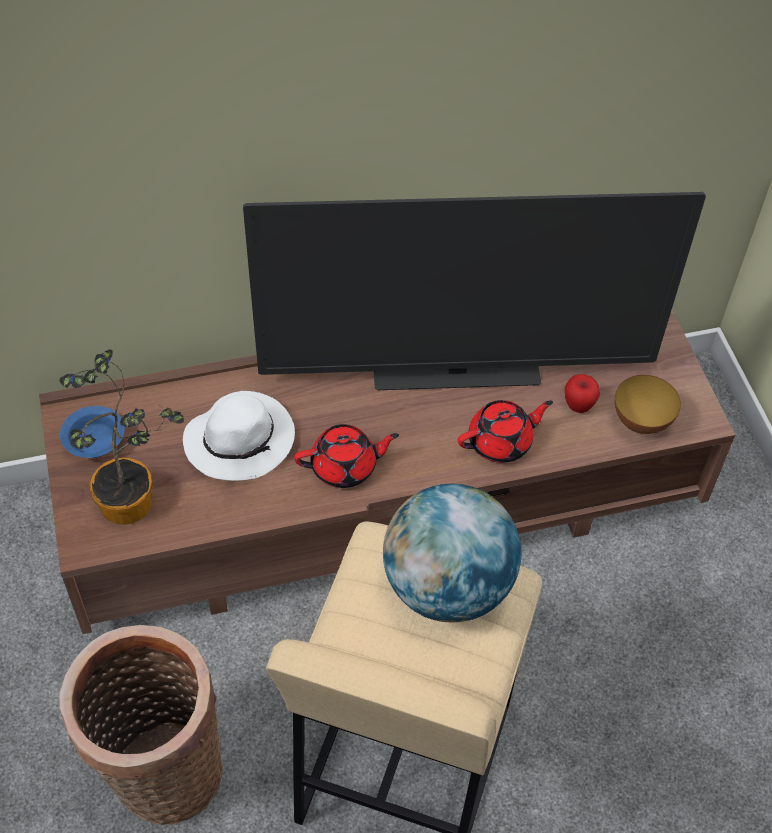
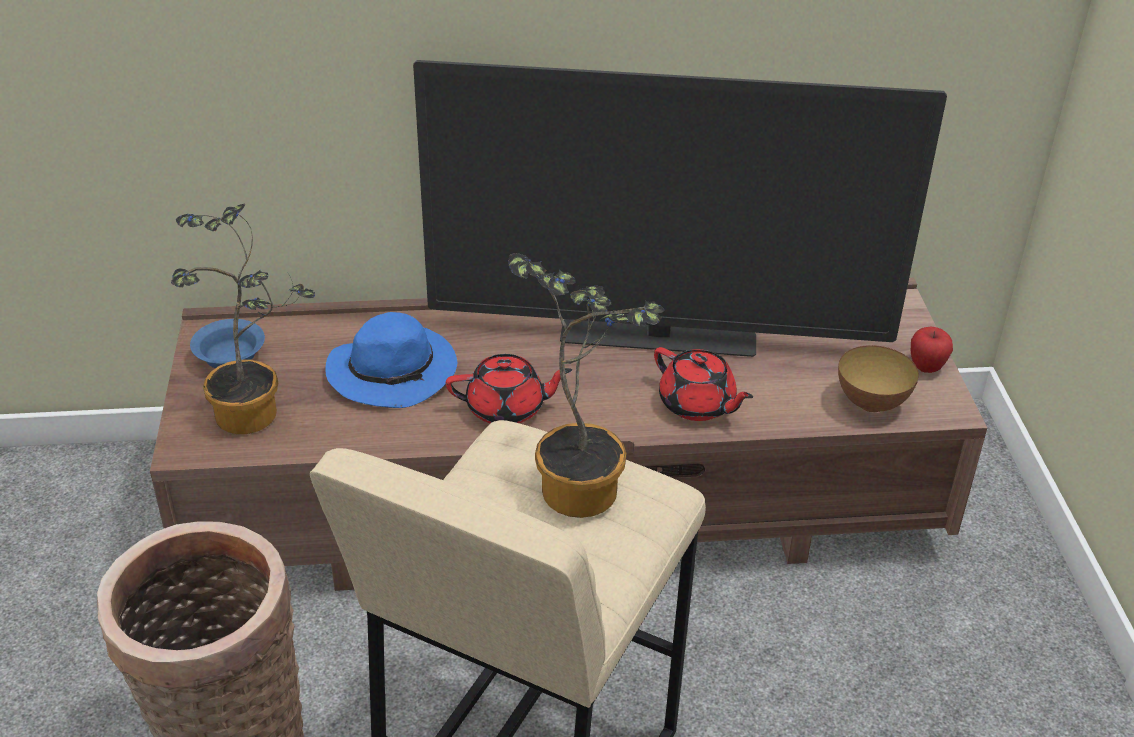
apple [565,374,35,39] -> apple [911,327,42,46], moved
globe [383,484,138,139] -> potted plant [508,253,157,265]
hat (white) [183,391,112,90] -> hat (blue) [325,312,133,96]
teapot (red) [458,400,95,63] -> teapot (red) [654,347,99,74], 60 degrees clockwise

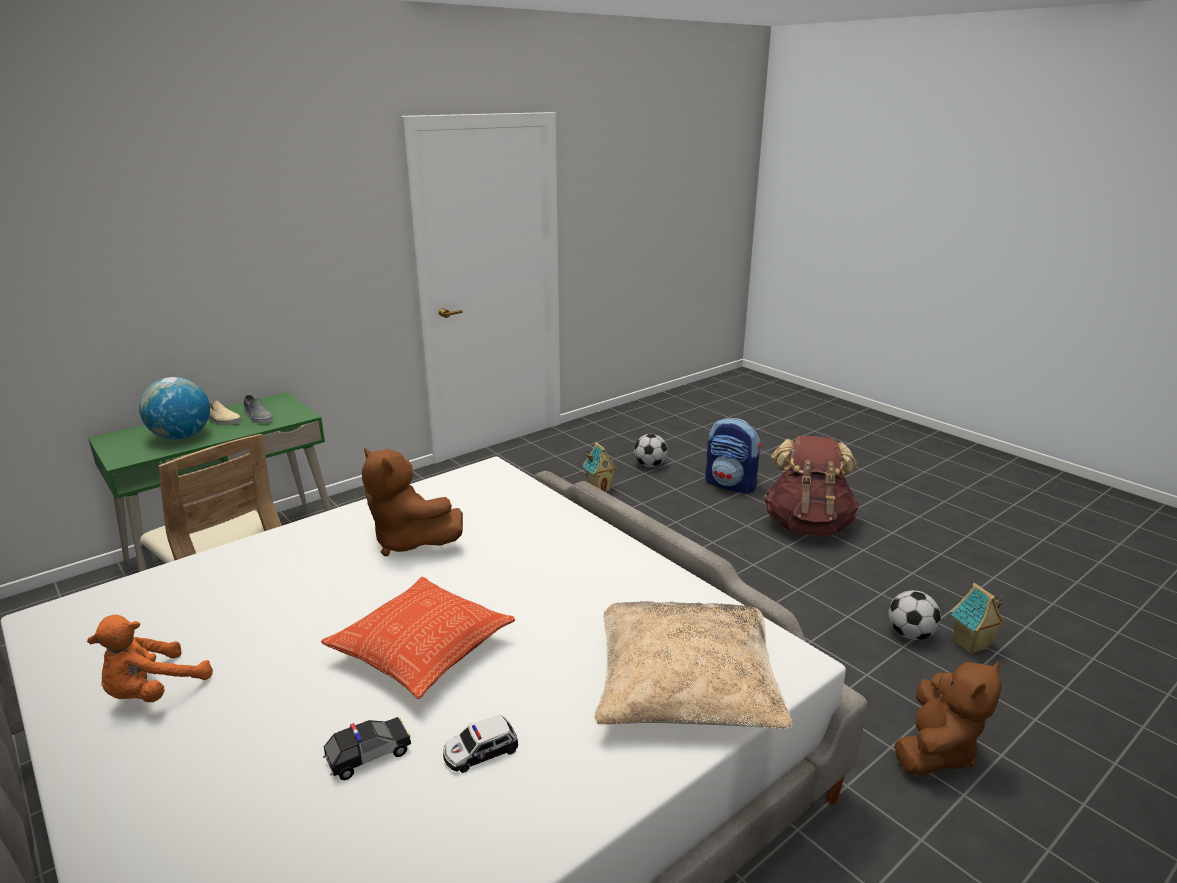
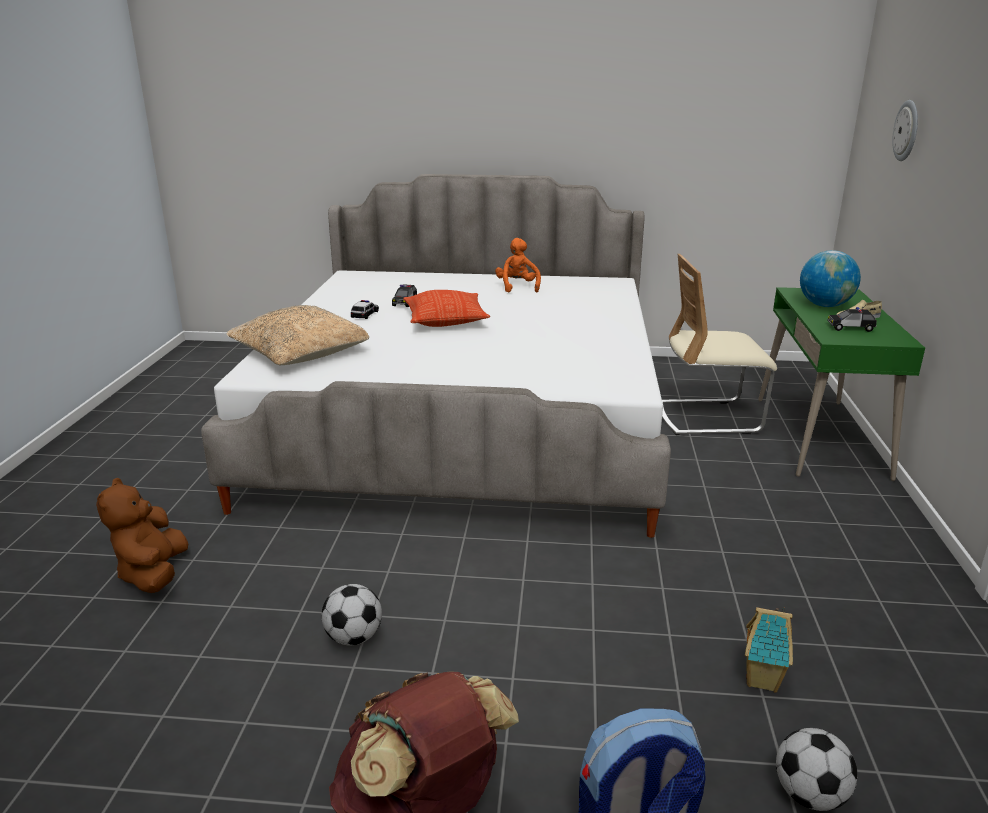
plush toy (brown) [362,447,101,109] -> none
toy house [951,583,54,72] -> none
none -> wall clock [892,100,26,61]
football [888,590,53,50] -> football [322,584,60,62], moved
shoe (grey) [243,395,30,28] -> toy car [827,307,50,25]

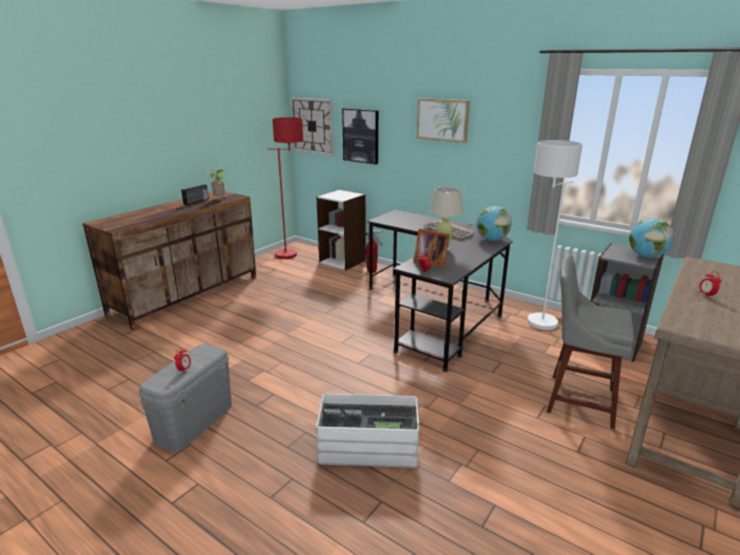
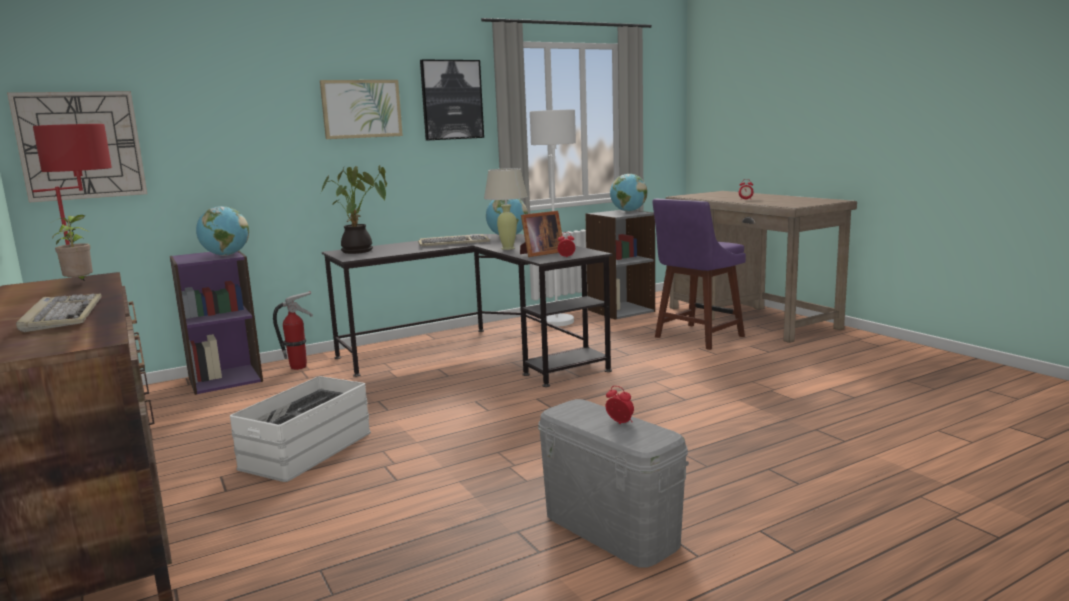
radio [181,184,28,21] -> none
none -> keyboard [16,293,86,39]
none -> globe [196,206,53,50]
none -> potted plant [321,165,66,89]
storage box (white) [316,394,103,74] -> storage box (white) [230,376,141,106], moved
picture [342,108,36,56] -> picture [420,60,64,80], moved
bookcase (white) [316,190,50,80] -> bookcase (purple) [170,251,93,144]
chair (grey) [547,254,87,175] -> chair (purple) [653,199,93,151]

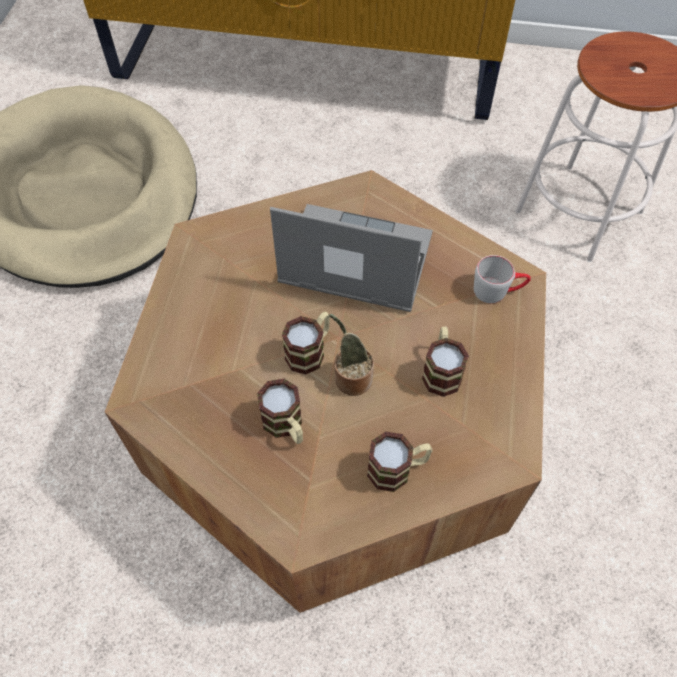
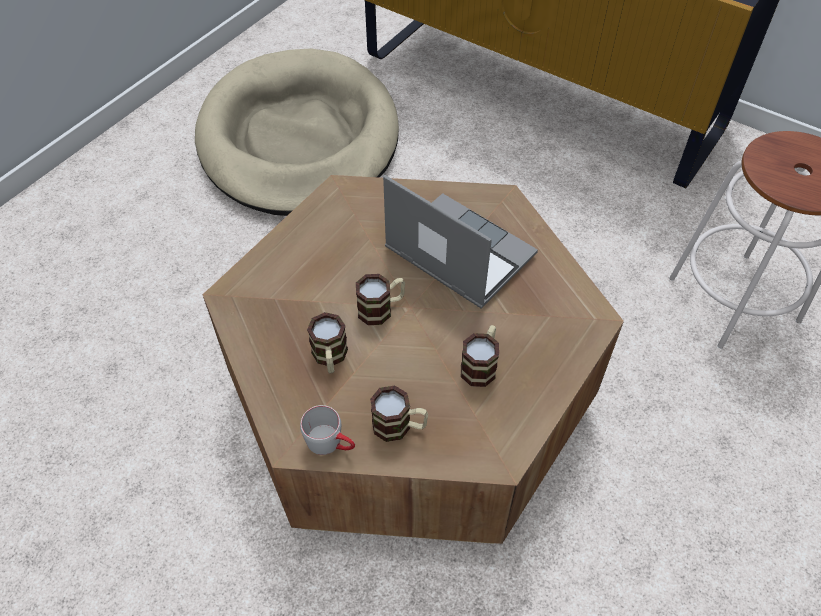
potted plant [329,314,45,82] -> none
mug (grey) [474,255,57,48] -> mug (grey) [300,405,55,50], moved

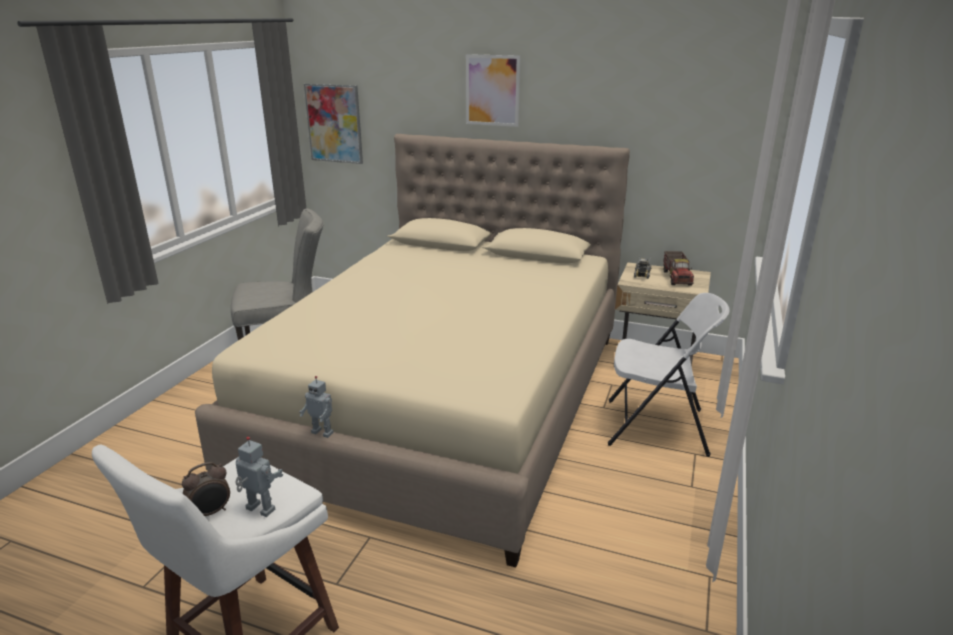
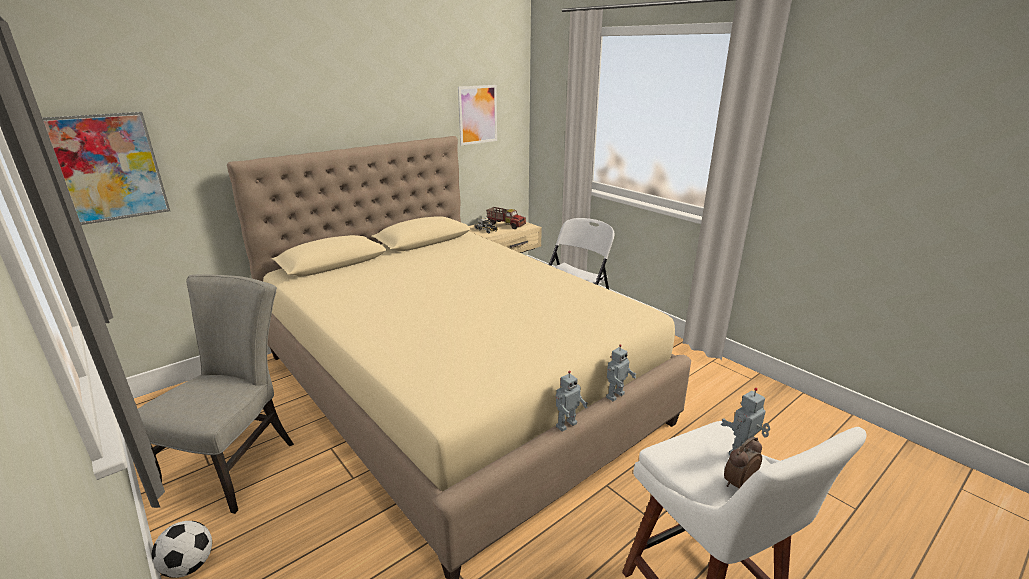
none -> football [152,521,60,57]
none -> toy robot [606,344,30,57]
picture [466,54,54,73] -> picture [458,85,39,61], moved
alarm clock [182,462,48,54] -> alarm clock [724,436,38,53], 120 degrees counterclockwise

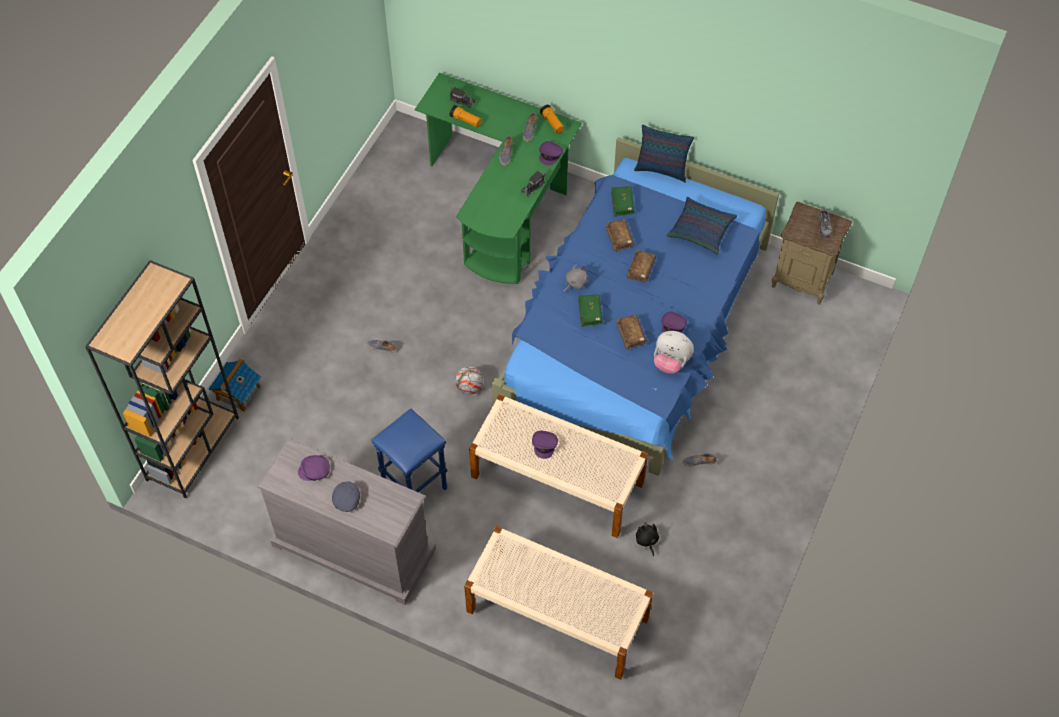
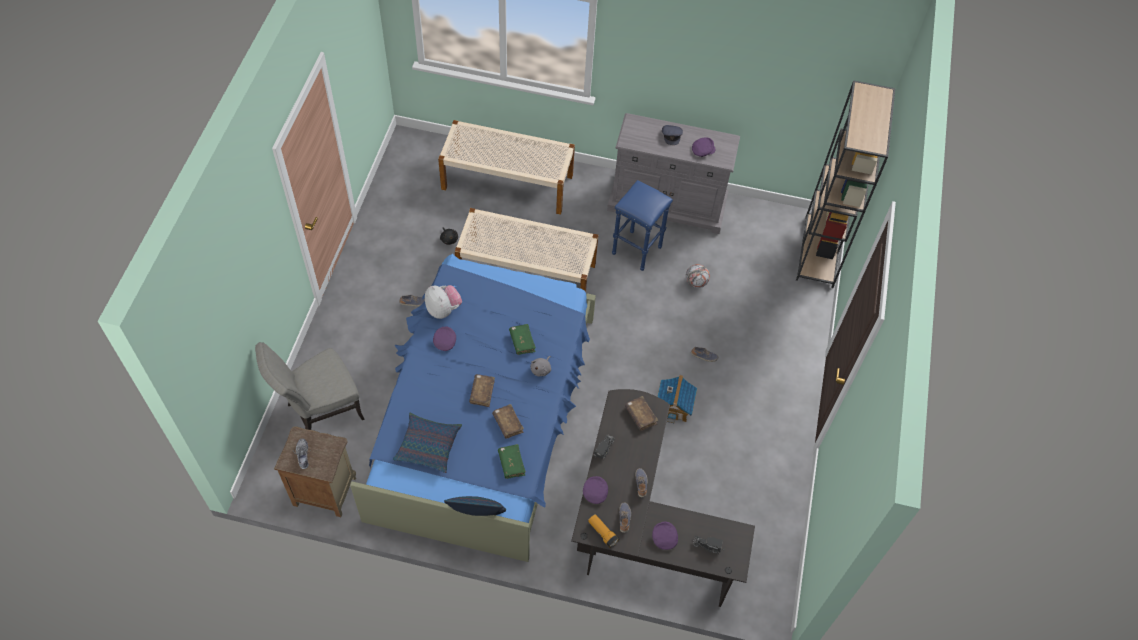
flashlight [450,105,31,22] -> none
none -> chair (grey) [255,342,110,88]
toy house [208,358,53,54] -> toy house [657,375,40,49], moved
football [455,366,29,29] -> football [686,264,24,24], moved
cap (purple) [532,431,26,28] -> cap (purple) [652,521,26,29], moved
book (brown) [616,314,31,36] -> book (brown) [625,396,33,35], moved
desk (green) [415,73,167,211] -> desk (black) [571,389,184,218]
plush toy [654,331,40,43] -> plush toy [425,285,37,34], 45 degrees clockwise

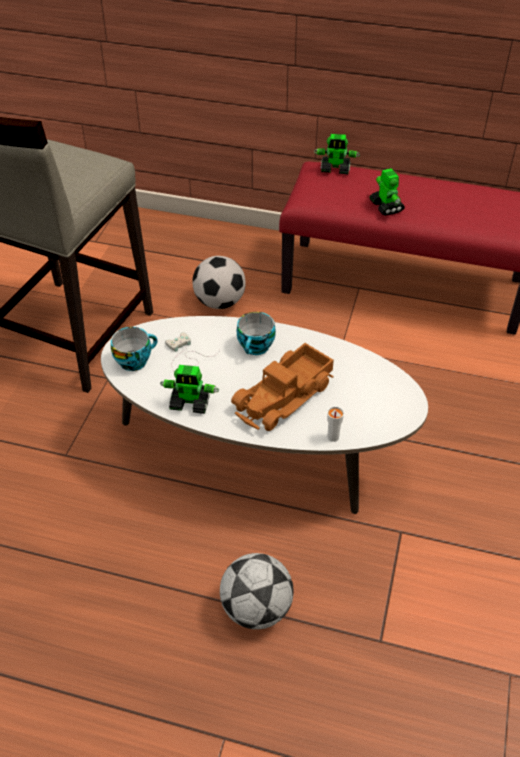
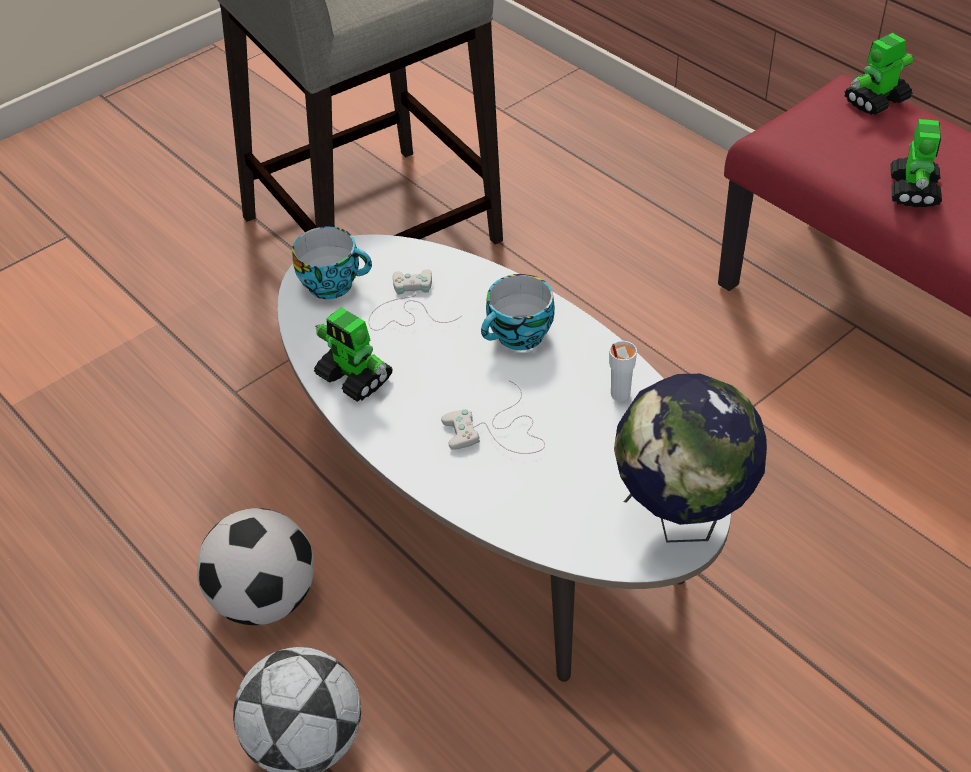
none -> globe [614,374,153,168]
football [192,256,54,53] -> football [197,508,117,117], moved
cup (white) [327,406,17,36] -> cup (white) [609,341,28,60], moved
toy truck [231,343,103,88] -> game controller (white) [441,381,104,73]
toy robot [314,134,46,40] -> toy robot [844,33,69,82], 105 degrees clockwise

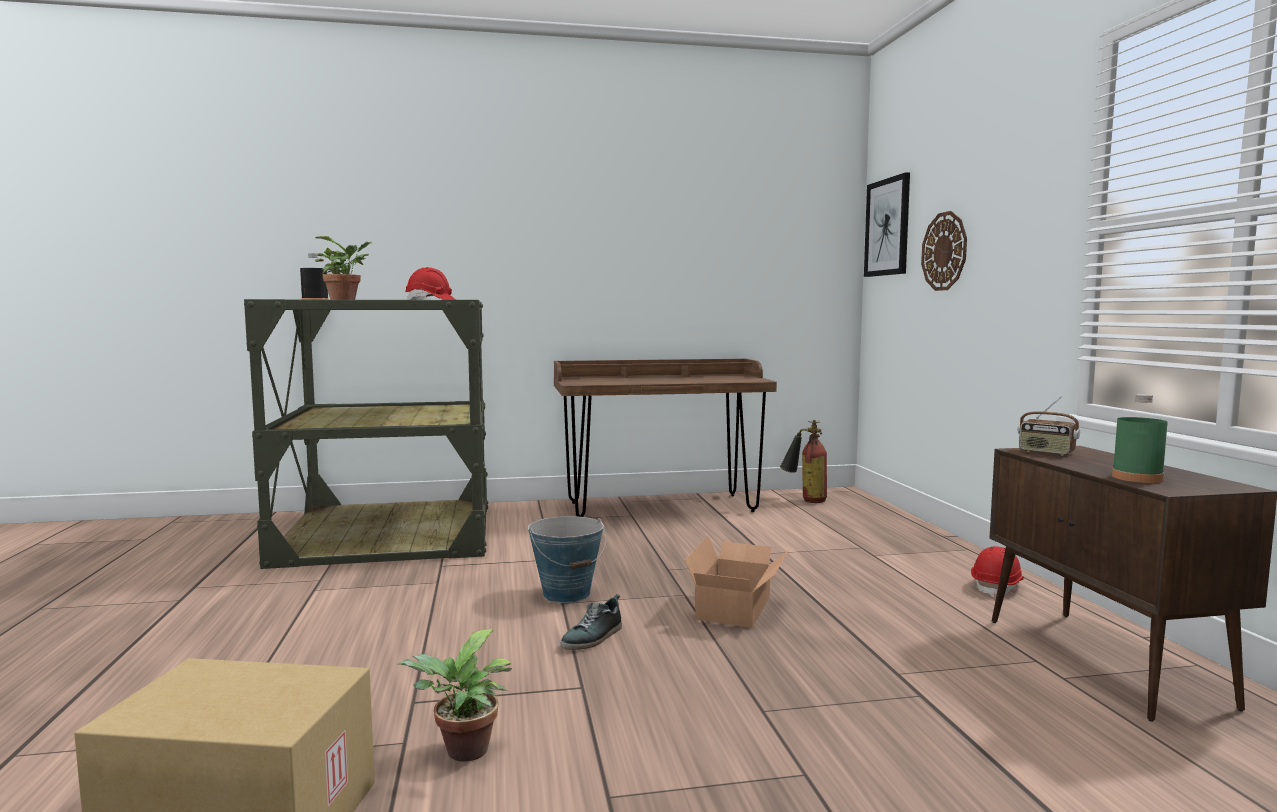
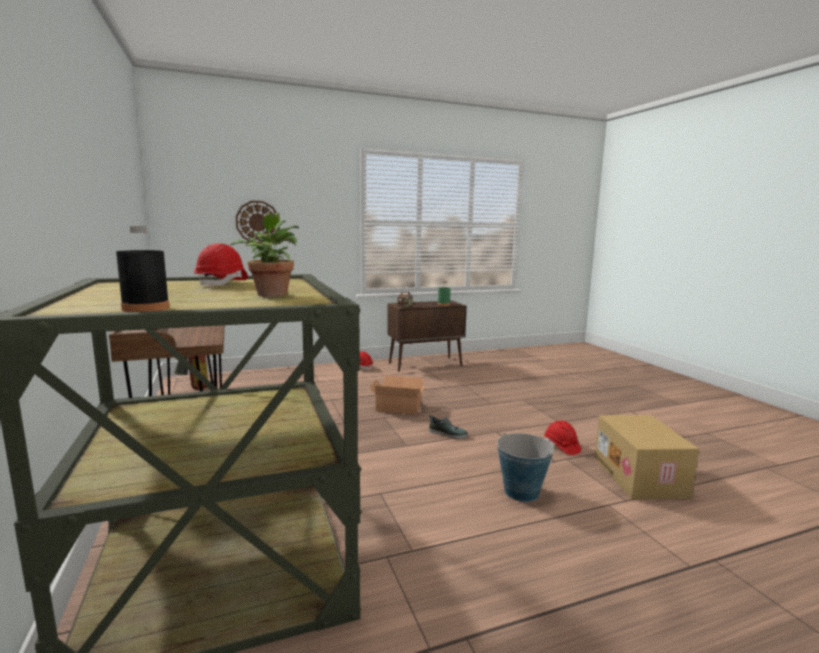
picture [864,172,46,105] -> none
bucket [528,516,78,87] -> bucket [497,433,58,69], moved
potted plant [397,629,115,133] -> hard hat (red) [544,421,37,34]

